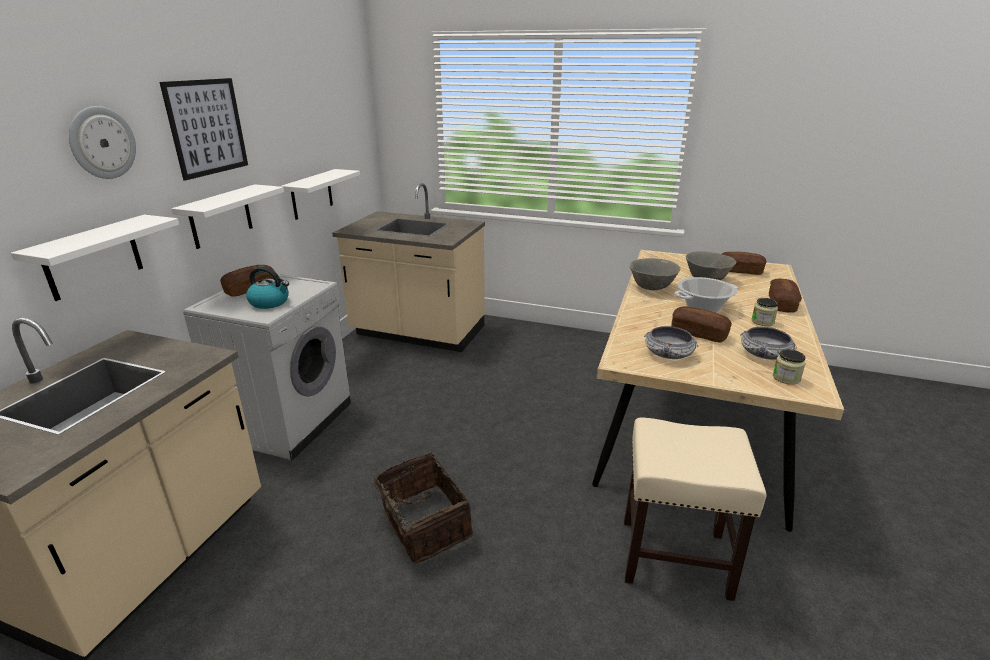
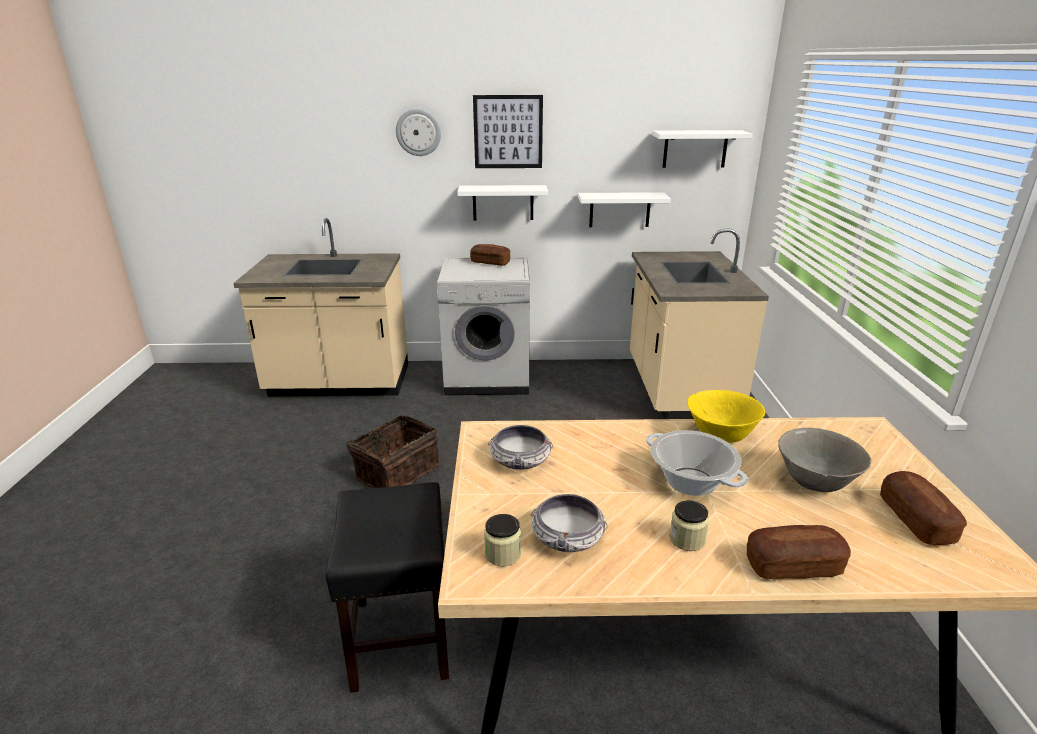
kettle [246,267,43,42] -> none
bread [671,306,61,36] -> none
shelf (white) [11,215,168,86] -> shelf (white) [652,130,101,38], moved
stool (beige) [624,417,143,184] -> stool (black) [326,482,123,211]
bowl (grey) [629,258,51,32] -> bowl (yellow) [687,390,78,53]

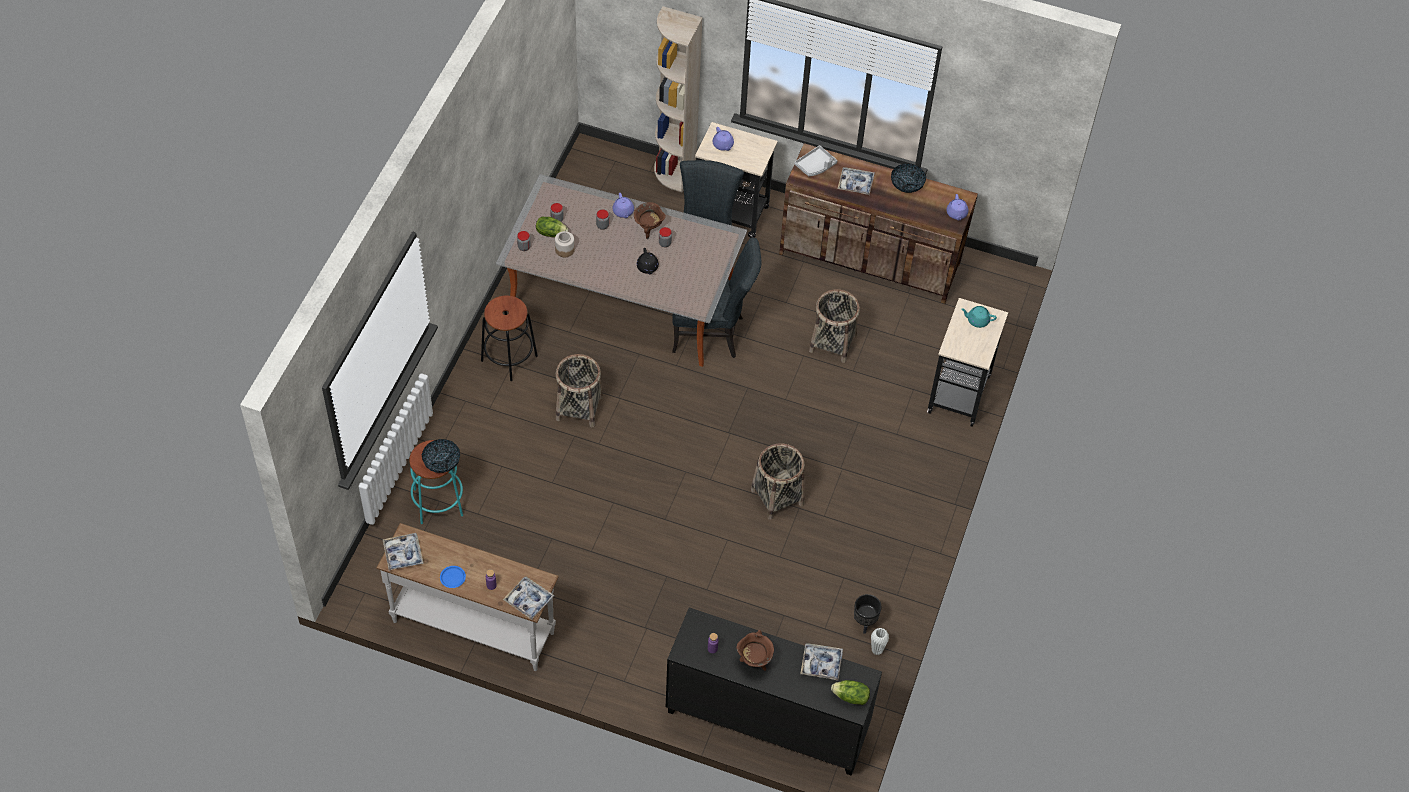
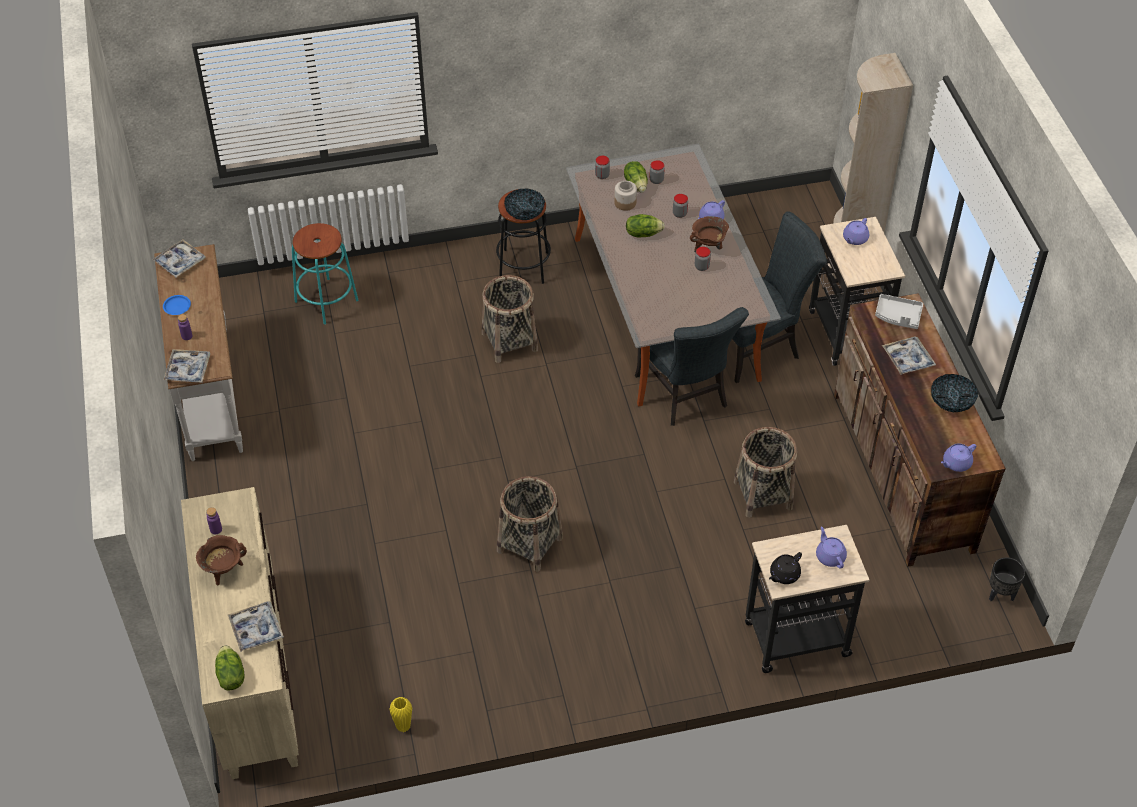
none -> lettuce [626,214,39,23]
bowl [422,439,38,34] -> bowl [504,188,41,32], moved
teapot (black) [637,248,22,26] -> teapot (black) [769,552,33,32], moved
planter (black) [854,594,28,40] -> planter (black) [989,557,36,44], moved
dresser (black) [666,607,216,169] -> dresser (beige) [181,487,118,292]
vase (white) [871,628,18,27] -> vase (yellow) [389,697,23,35]
teapot (turquoise) [961,306,36,22] -> teapot (purple) [816,526,31,43]

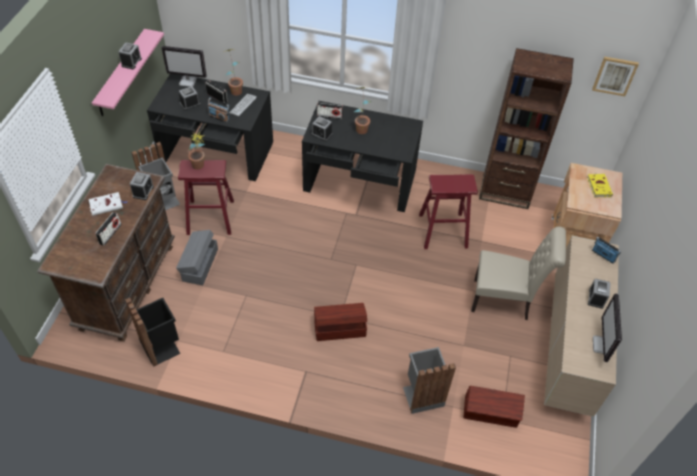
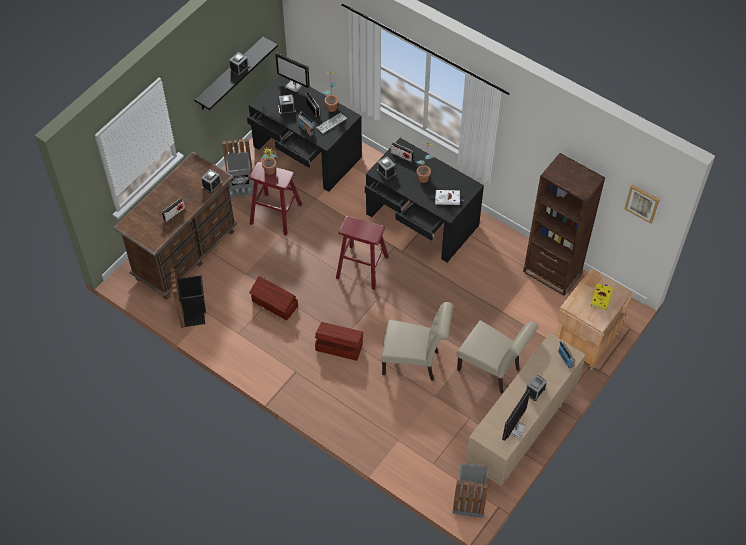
storage box (grey) [176,230,42,55] -> none
none -> chair (beige) [381,302,72,79]
book (white) [89,192,39,24] -> book (white) [435,190,29,15], moved
trash can (grey) [403,347,53,67] -> trash can (grey) [452,463,36,55], moved
stool (red) [419,174,59,75] -> stool (red) [336,216,53,74], moved
storage box (brown) [463,386,62,42] -> storage box (brown) [249,276,49,44], moved
shelf (pink) [92,29,72,87] -> shelf (black) [195,37,83,73]

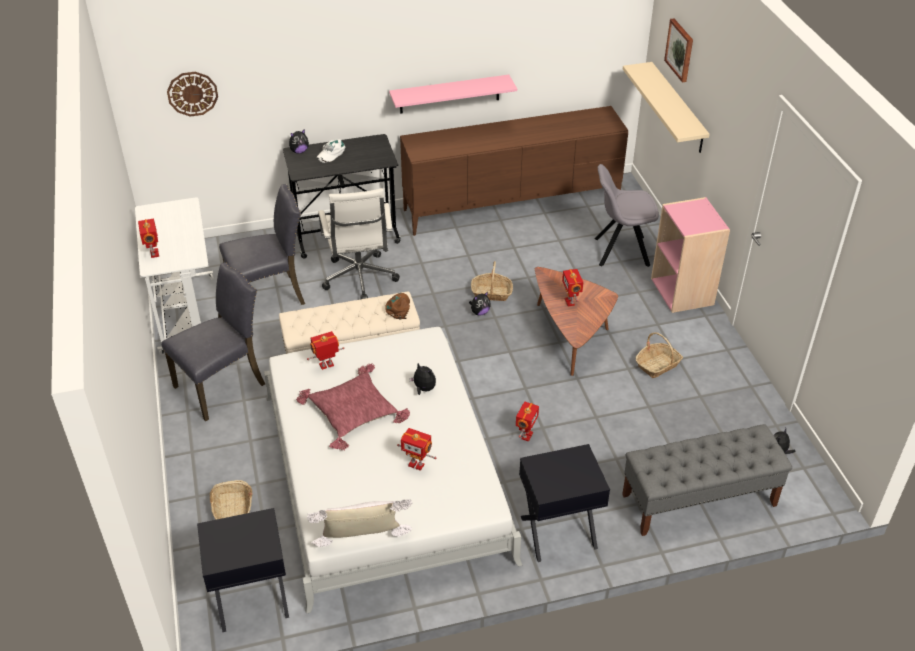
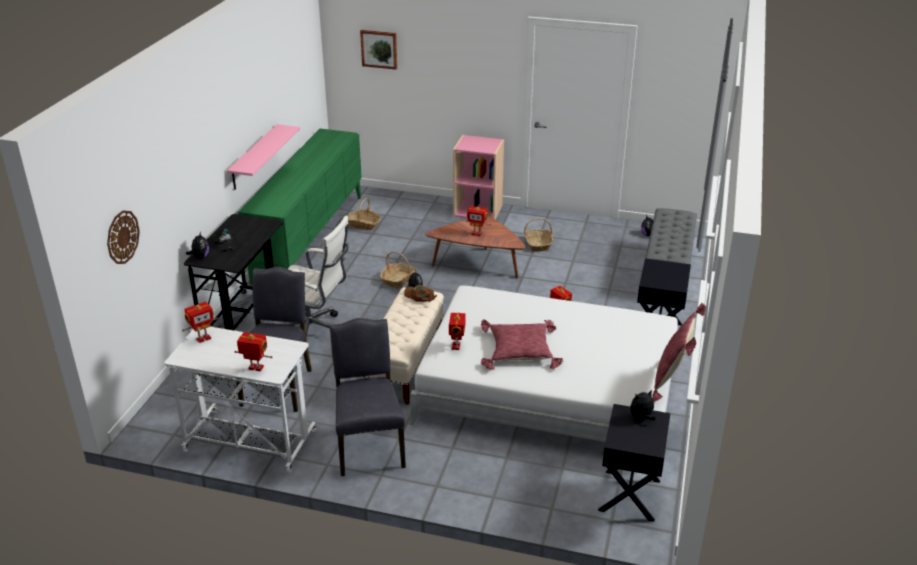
chair (grey) [595,164,64,103] -> none
shelf (beige) [623,62,87,91] -> none
basket [210,480,43,40] -> basket [348,198,33,32], moved
toy robot [397,428,39,43] -> toy robot [182,302,37,41], moved
plush toy [409,363,27,32] -> plush toy [630,390,26,30], moved
pillow (white) [306,499,107,48] -> pillow (red) [652,303,54,99]
cap (white) [317,139,29,24] -> cap (black) [212,228,25,24]
cabinet (brown) [400,106,228,130] -> cabinet (green) [238,129,124,156]

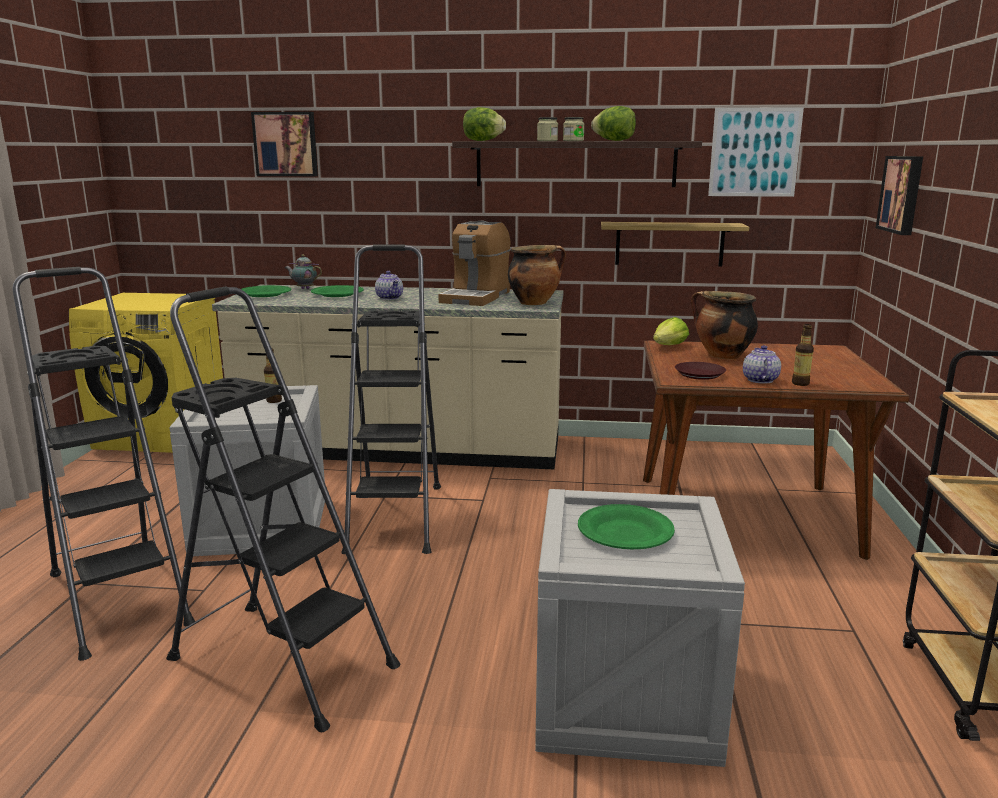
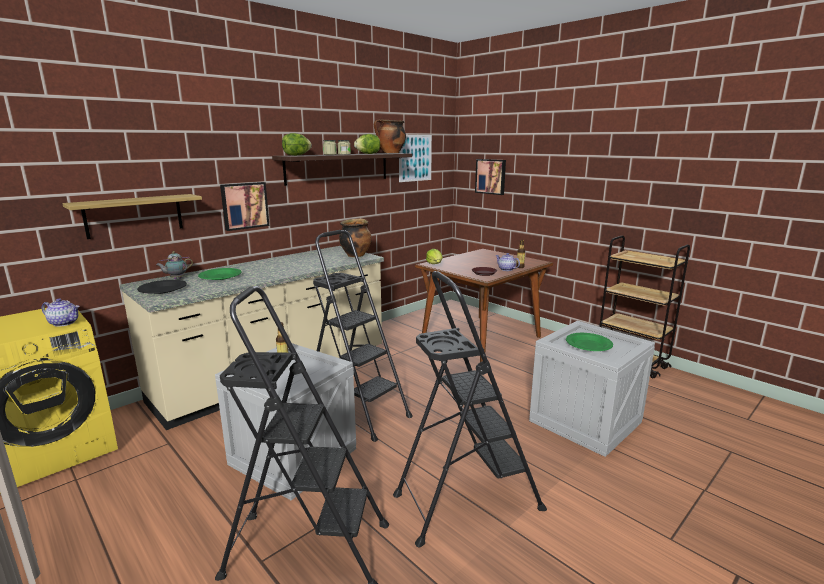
coffee machine [438,221,72,85] -> none
picture [251,112,67,64] -> picture [220,182,49,49], moved
teapot [375,271,28,29] -> teapot [42,298,37,29], moved
shelf [601,222,148,44] -> shelf [62,194,140,45], moved
cooking pot [691,291,67,68] -> cooking pot [374,119,32,34], moved
plate (green) [241,285,50,12] -> plate (black) [137,280,50,14]

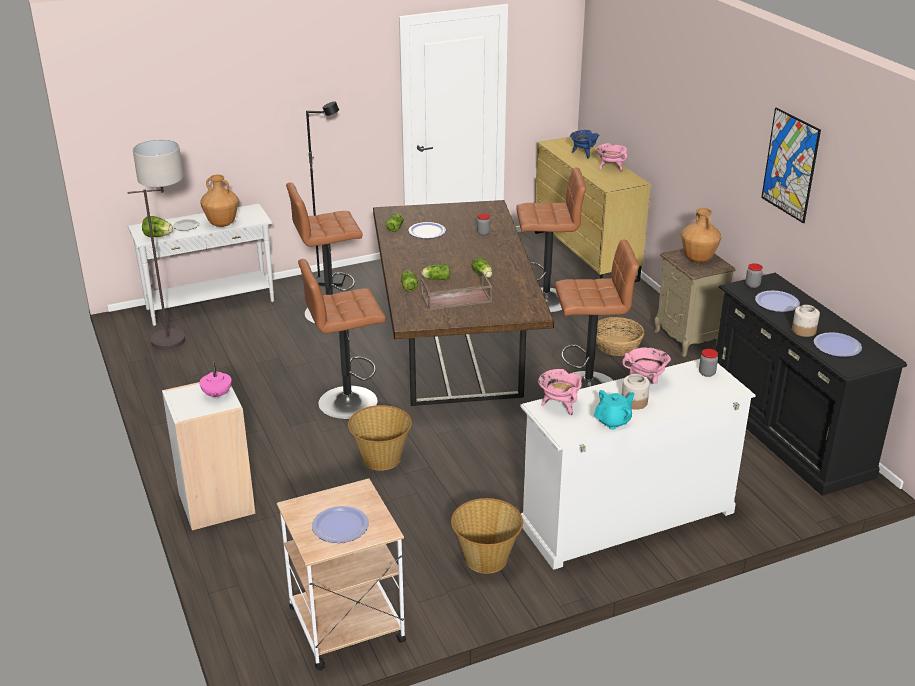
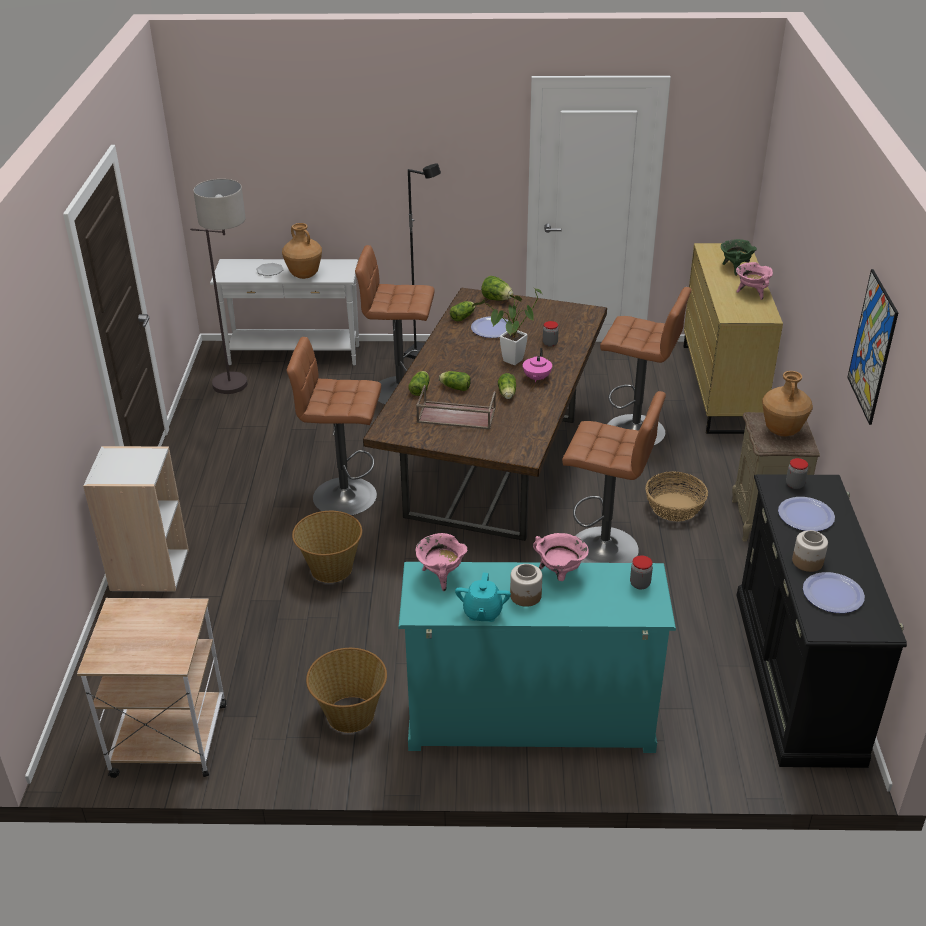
plate [312,506,57,37] -> none
none -> potted plant [472,288,71,77]
lettuce [142,216,31,21] -> lettuce [481,276,32,25], moved
teapot (pink) [199,363,33,37] -> teapot (pink) [523,348,29,35], moved
cabinet (white) [520,359,236,211] -> cabinet (turquoise) [399,562,277,191]
cooking pot (blue) [570,130,29,29] -> cooking pot (green) [721,239,36,37]
teapot (turquoise) [594,390,41,40] -> teapot (turquoise) [455,572,56,50], 105 degrees clockwise

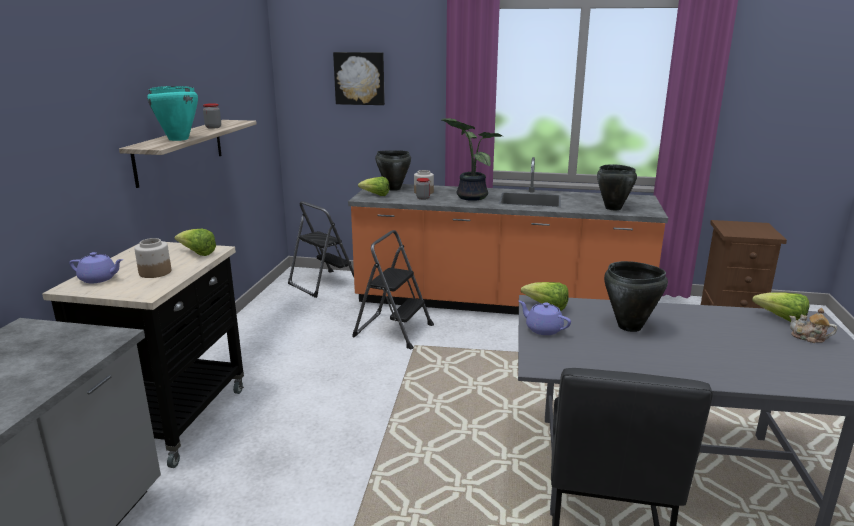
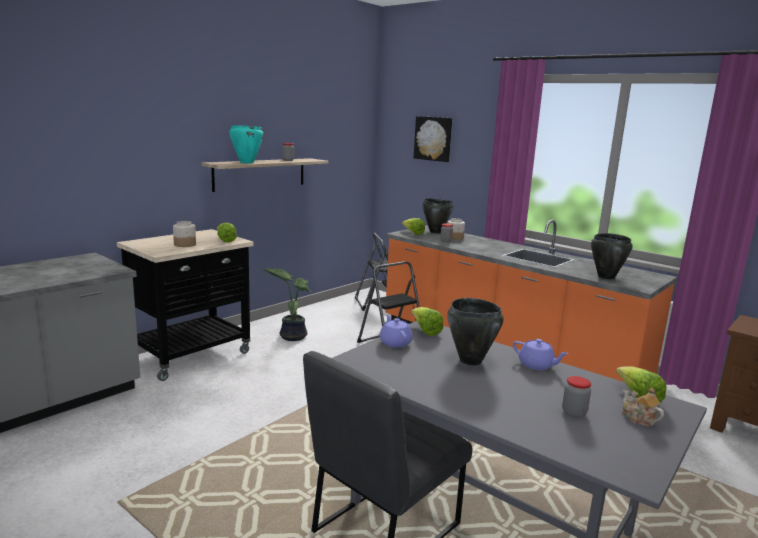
none -> jar [562,376,29,42]
teapot (purple) [69,252,54,31] -> teapot (purple) [513,339,56,31], moved
potted plant [441,118,61,83] -> potted plant [262,268,49,73], moved

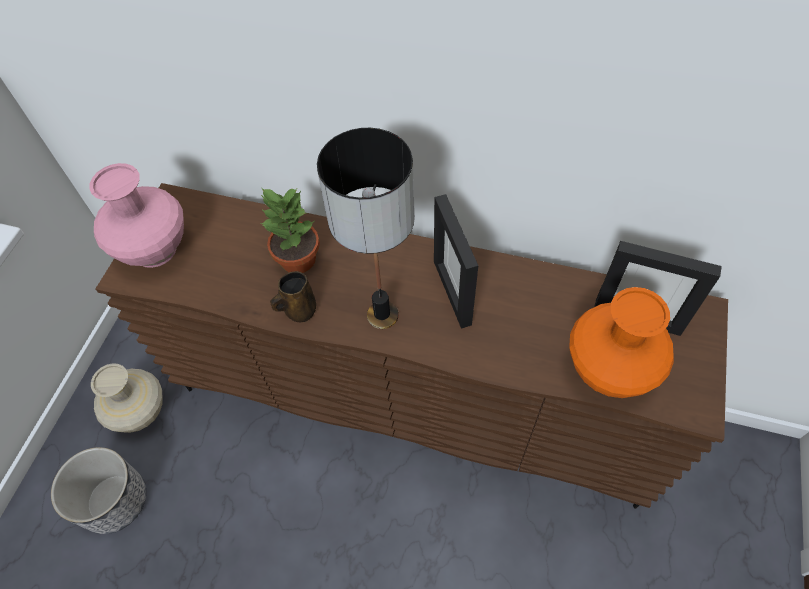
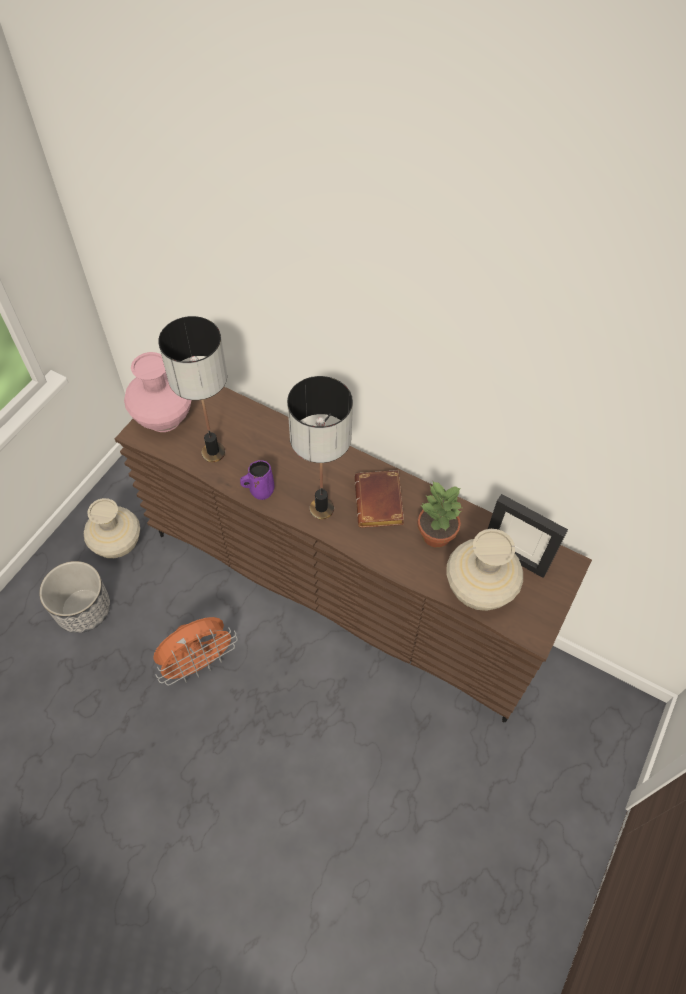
none -> fan (orange) [153,617,85,69]
none -> table lamp [158,316,69,146]
potted plant [261,188,59,85] -> potted plant [417,480,45,68], moved
picture frame [434,194,44,134] -> book (brown) [355,470,49,58]
mug (brown) [270,271,46,51] -> mug (purple) [240,460,34,40]
vase (orange) [569,287,105,111] -> vase (beige) [446,529,77,82]

